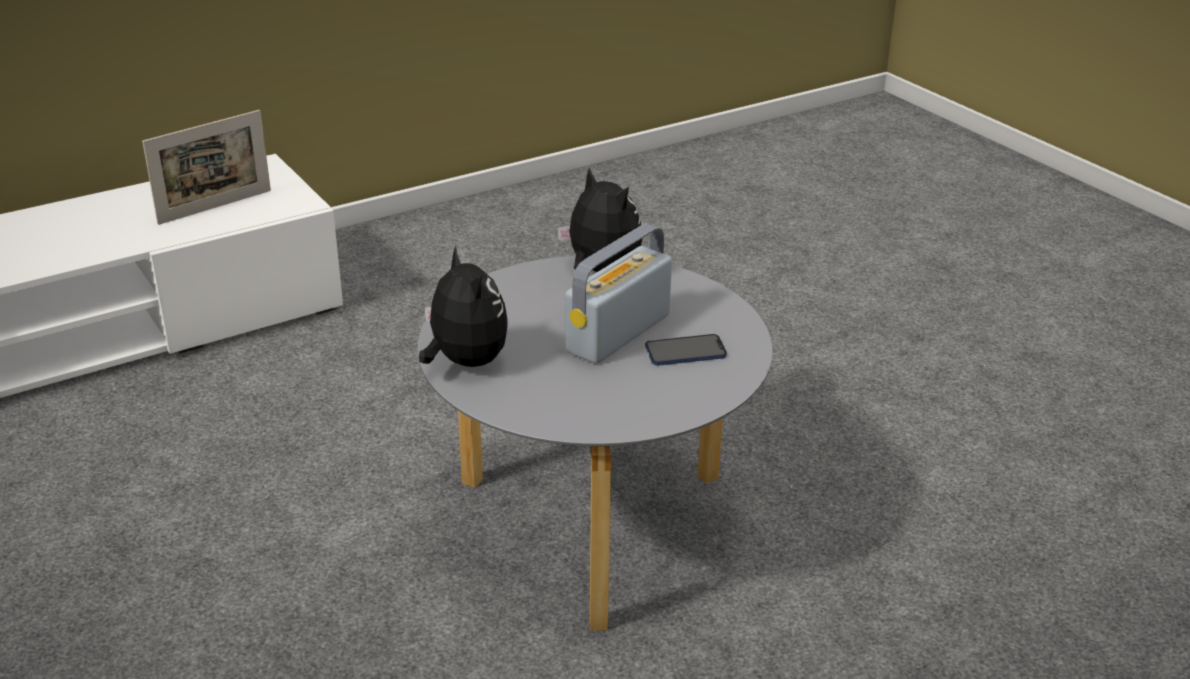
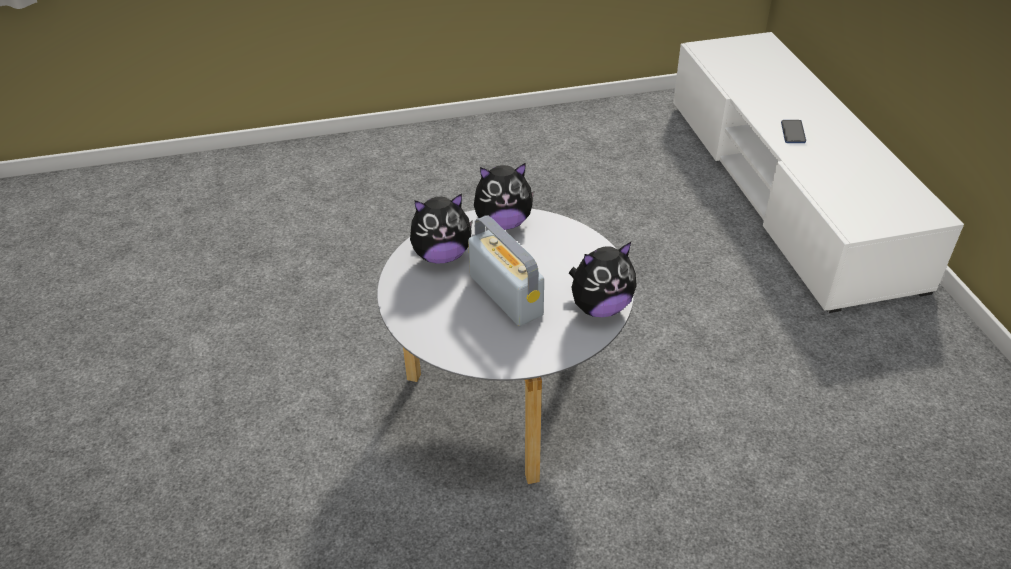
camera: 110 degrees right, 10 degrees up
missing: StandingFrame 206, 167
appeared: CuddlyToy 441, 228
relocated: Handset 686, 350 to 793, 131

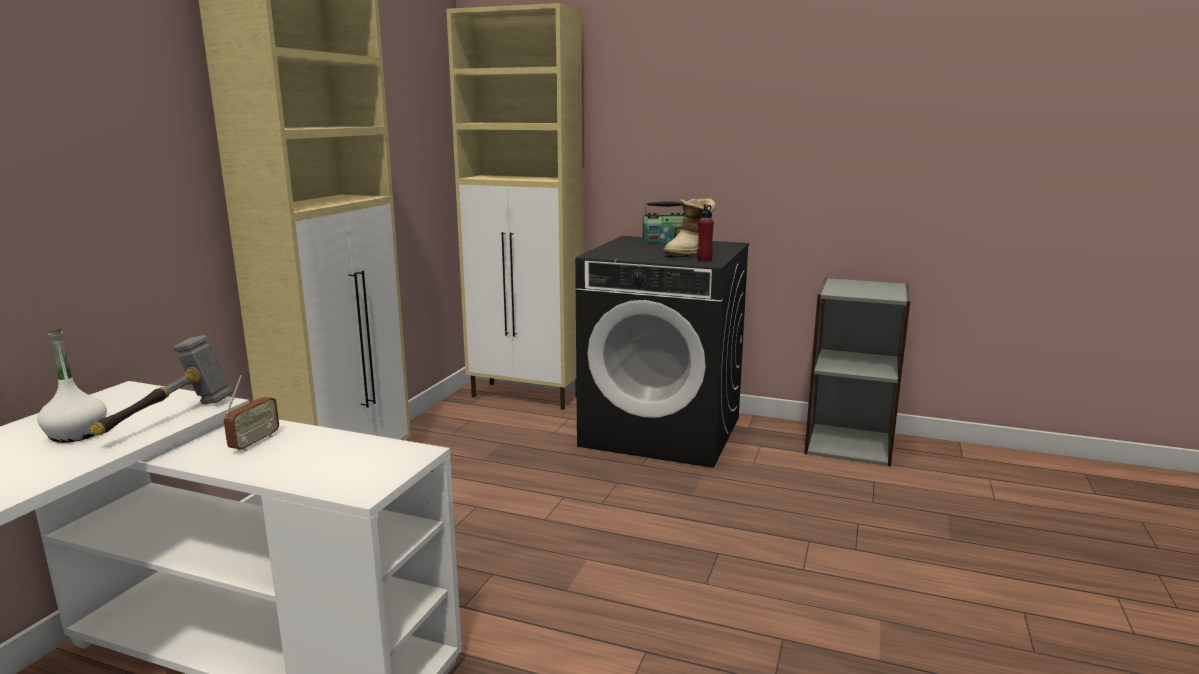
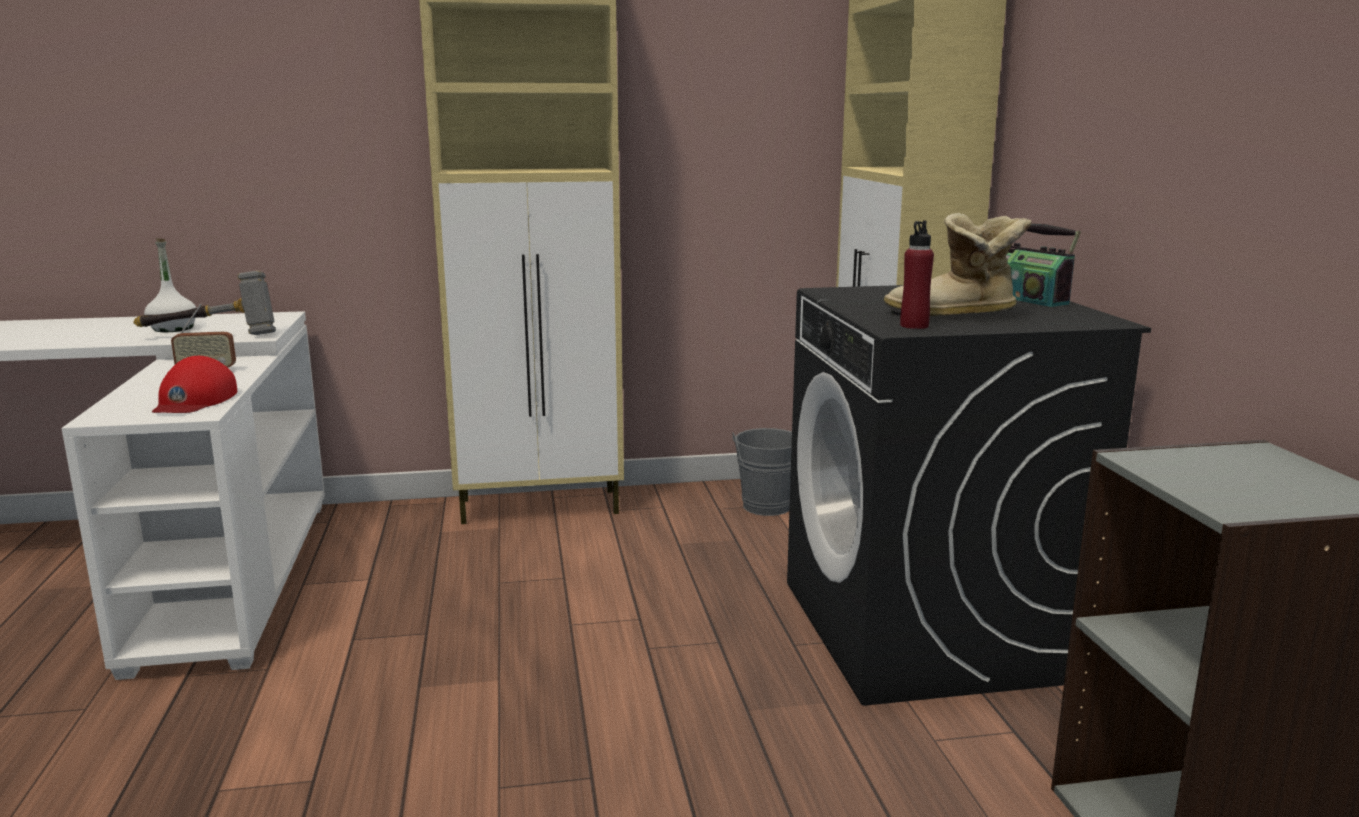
camera: 60 degrees right, 0 degrees up
appeared: ReddishCap 194, 384; GrayBucket 762, 472

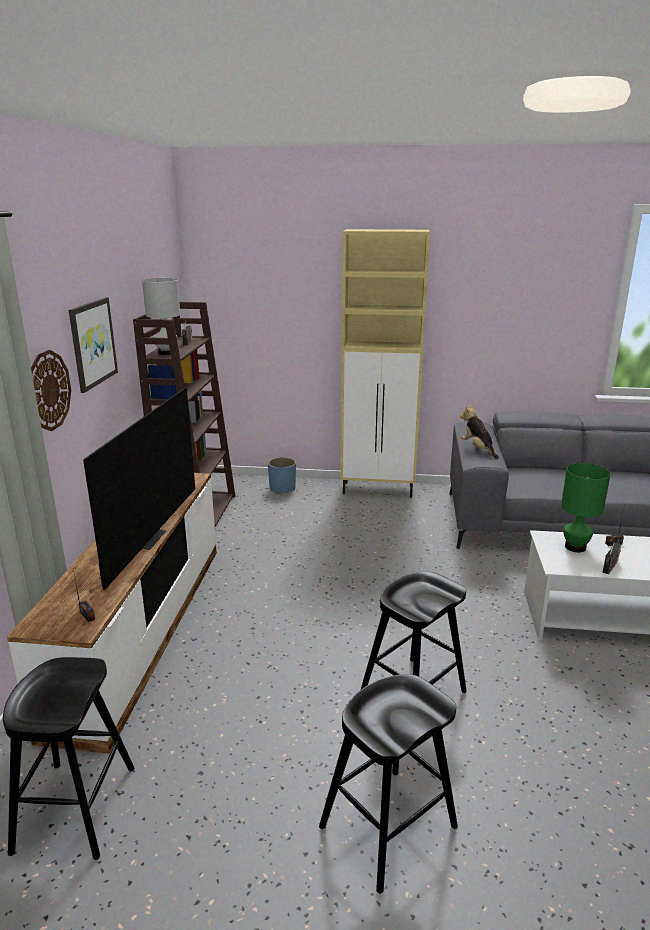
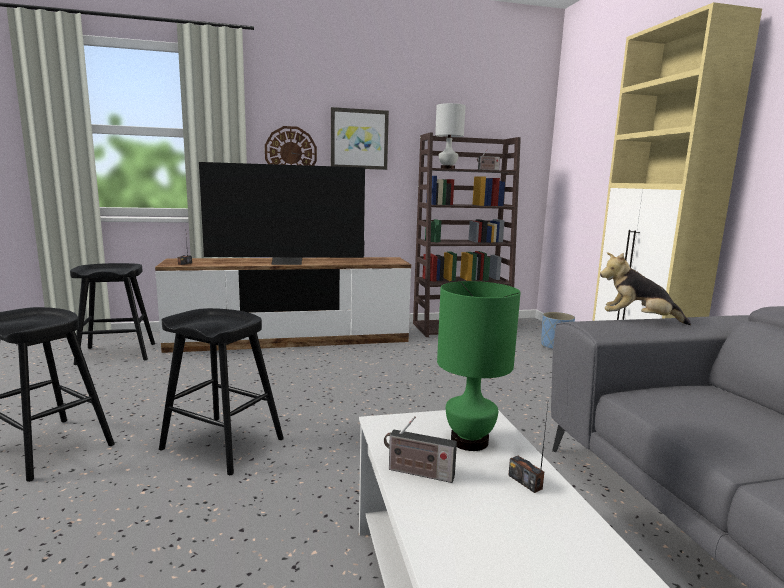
camera: 70 degrees right, 10 degrees down
spun: CuddlyToy 479, 431 = 645, 288 120 degrees counterclockwise

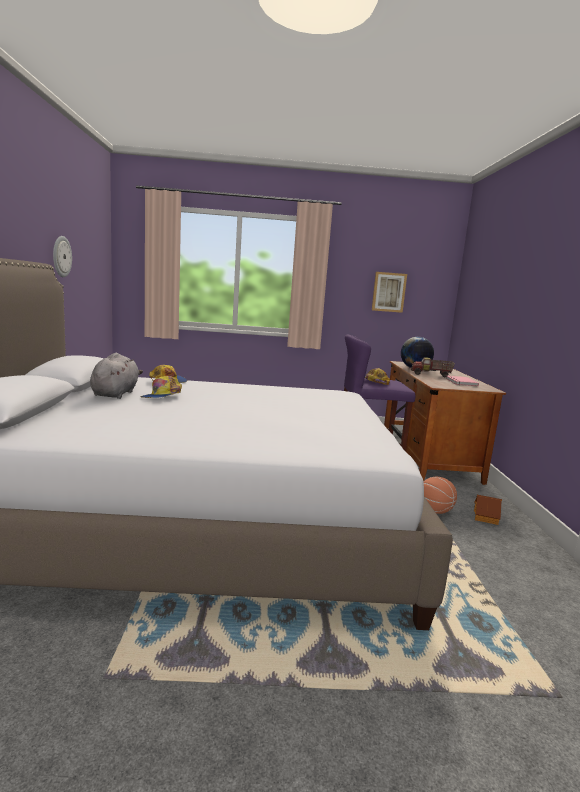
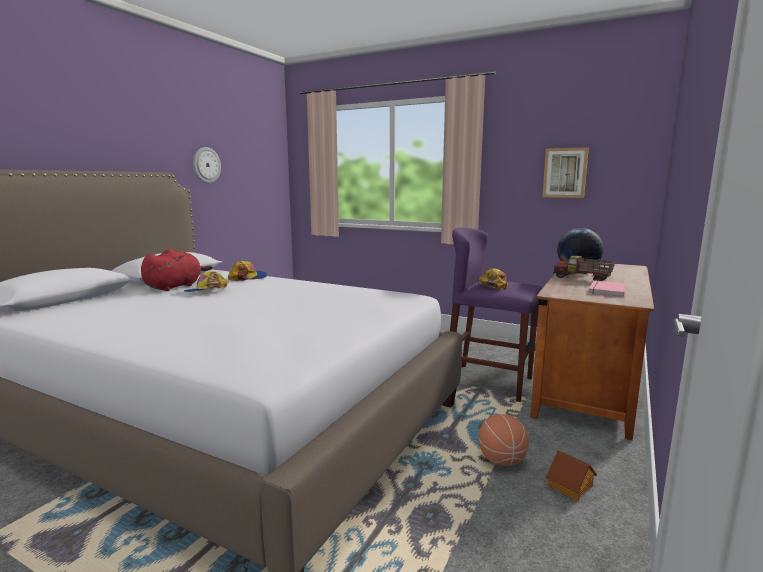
camera: 30 degrees right, 0 degrees up
colour: GrayCuddlyToy 116, 376 to ReddishCuddlyToy 177, 270

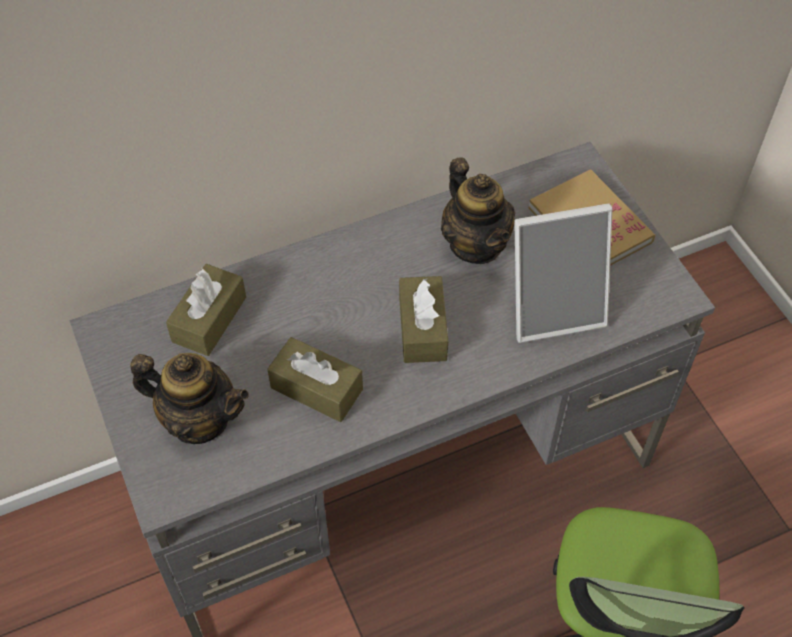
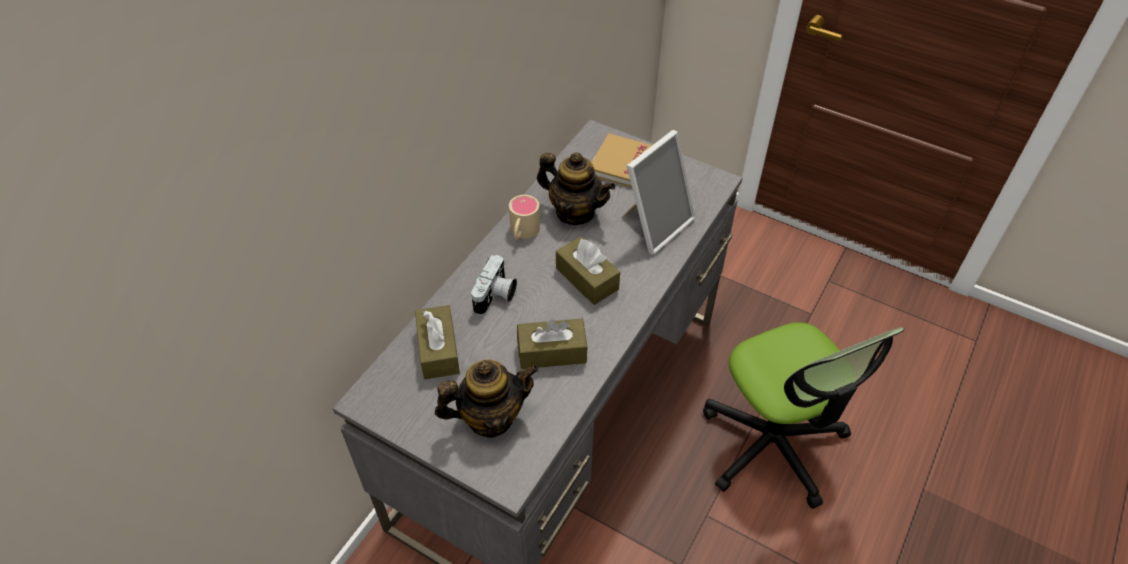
camera: 35 degrees left, 5 degrees down
appeared: StillCamera 494, 285; BeigeColouredCoffeeMug 524, 217

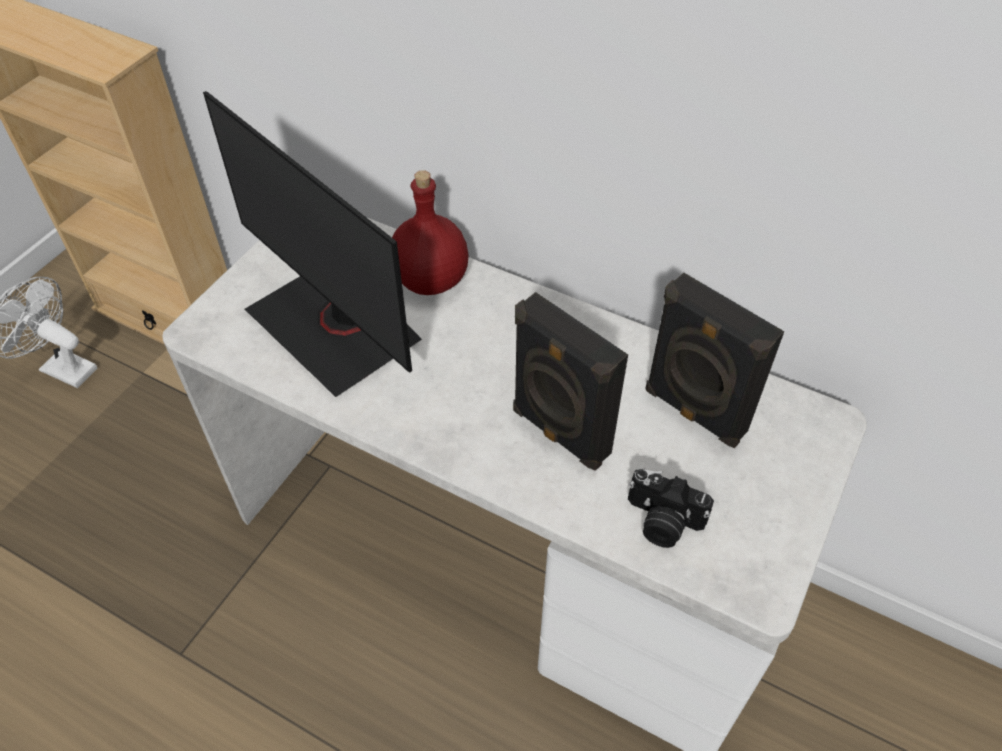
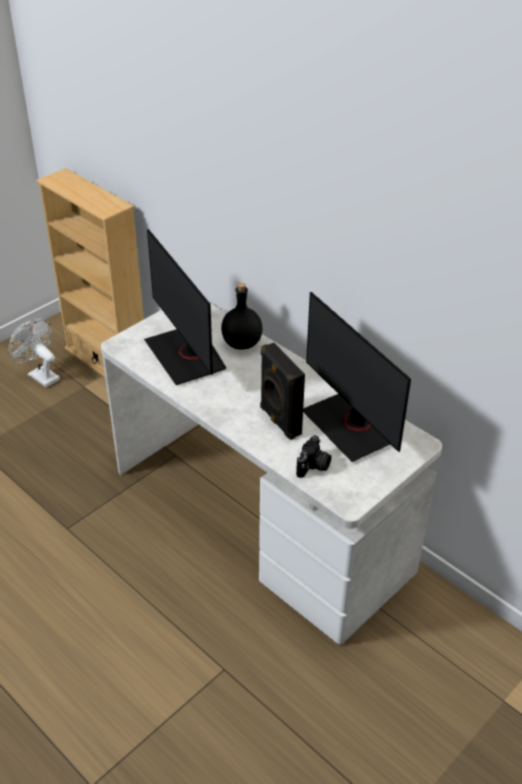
camera: 15 degrees right, 10 degrees down
exchanged: BlackishAudioSpeaker 714, 360 to ComputerDisplay 357, 377
colour: ReddishDrinkBottle 430, 232 to BlackishDrinkBottle 242, 316
spun: StillCamera 671, 508 = 313, 456 105 degrees counterclockwise

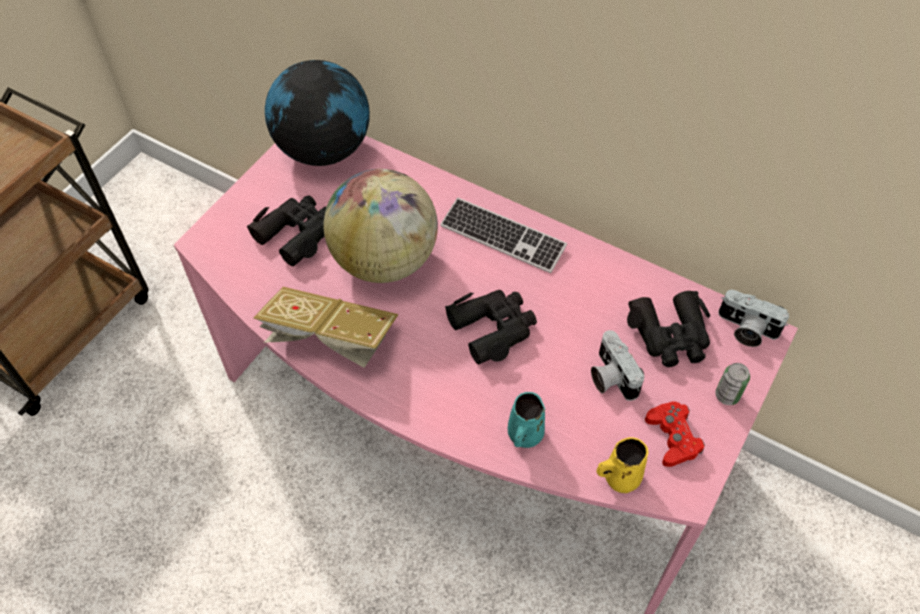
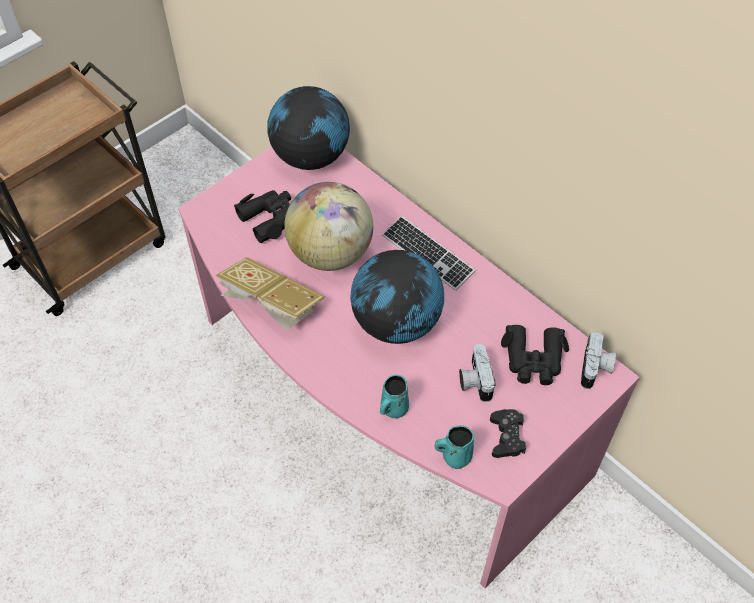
camera: 15 degrees right, 0 degrees up
missing: Can 732, 384
exchanged: BlackishBinoculars 491, 327 to WorldGlobe 397, 297
colour: YellowColouredCoffeeMug 622, 465 to TurquoiseColouredCoffeeMug 454, 447; ReddishGameController 675, 434 to BlackishGameController 508, 433
spun: StillCamera 753, 318 = 598, 360 120 degrees counterclockwise

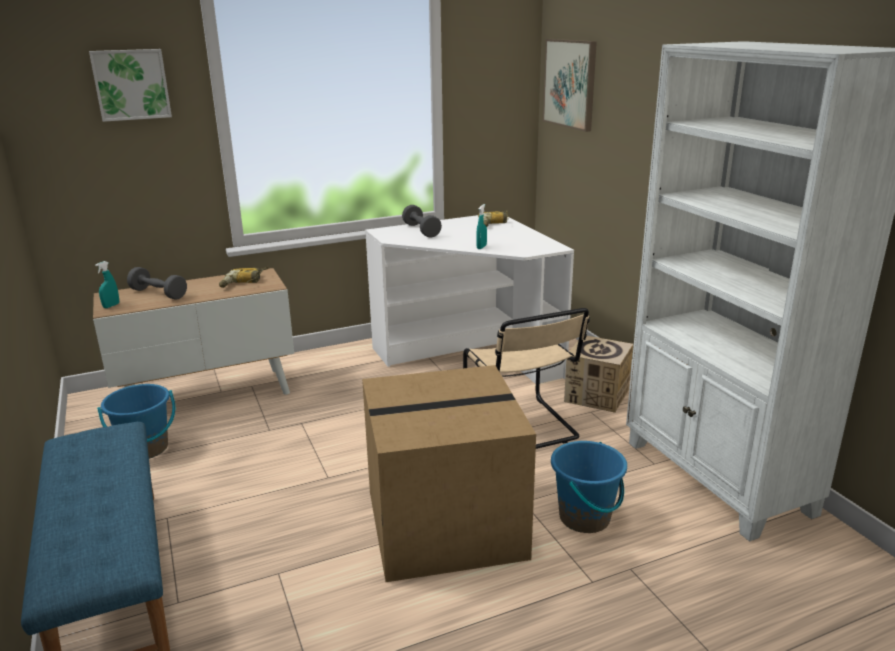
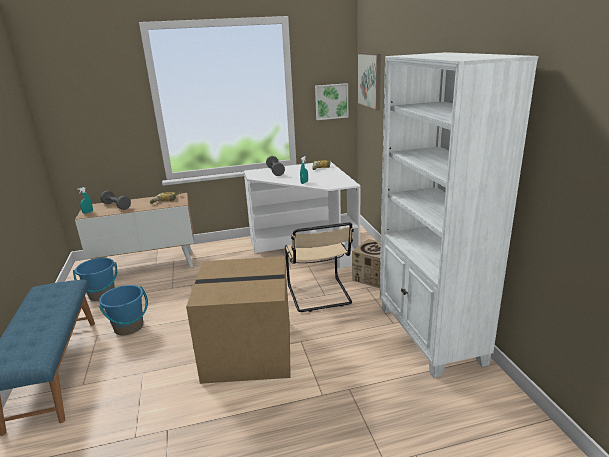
camera: 10 degrees right, 0 degrees up
relocated: BlueColouredBucket 589, 487 to 123, 310; WallArt 130, 85 to 331, 101

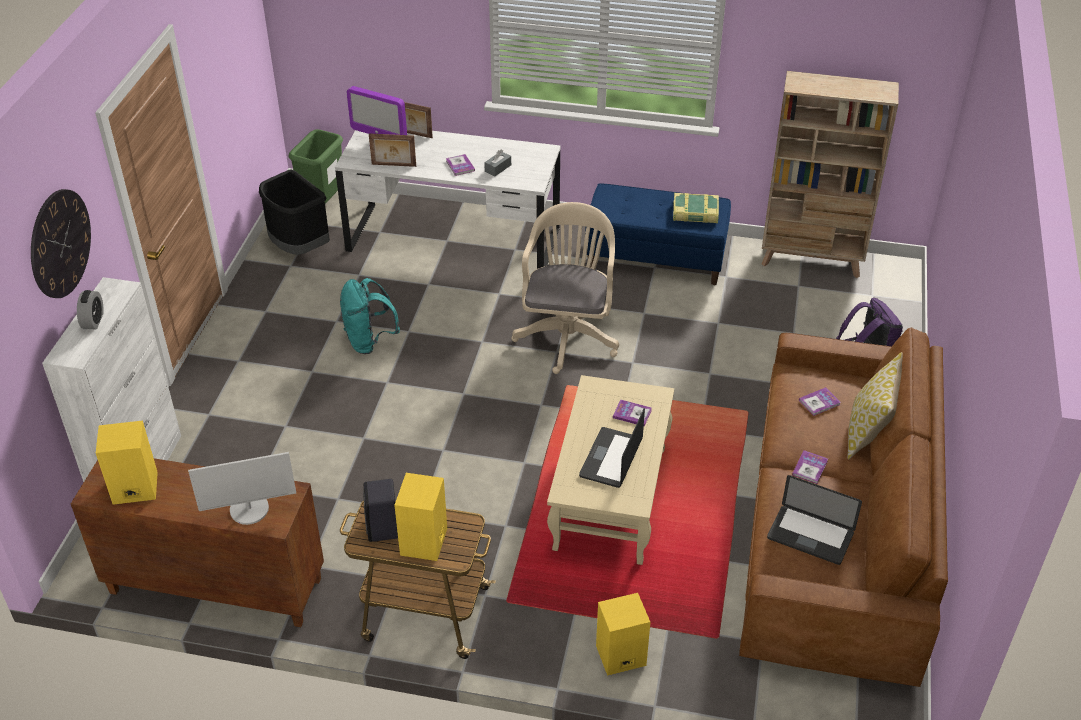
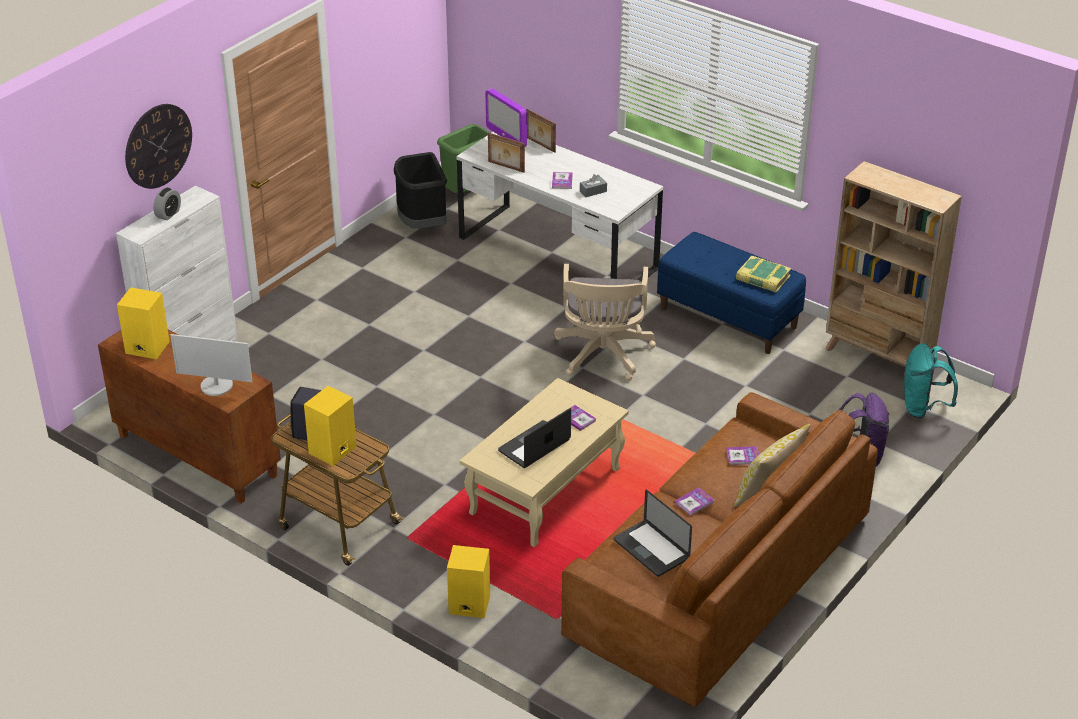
camera: 25 degrees right, 5 degrees down
relocated: TurquoiseColouredKnapsack 370, 316 to 930, 380
spun: BeigeColouredDeskChair 565, 288 = 605, 322 150 degrees clockwise

